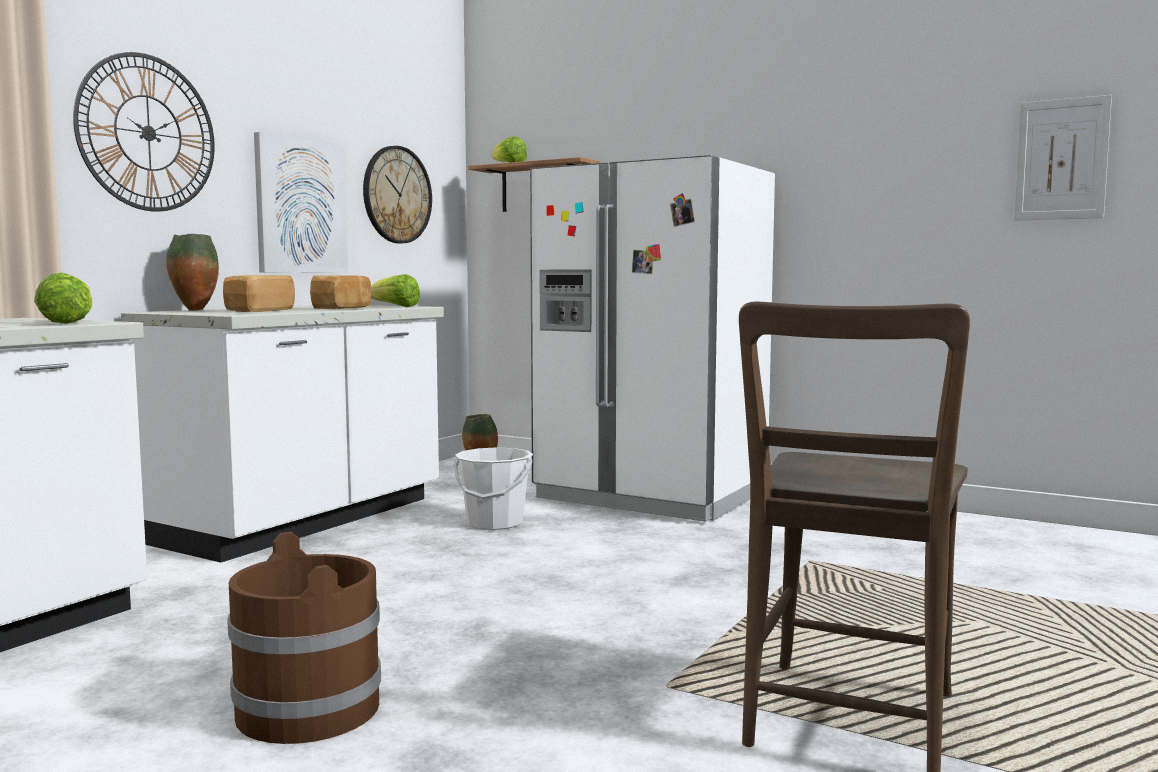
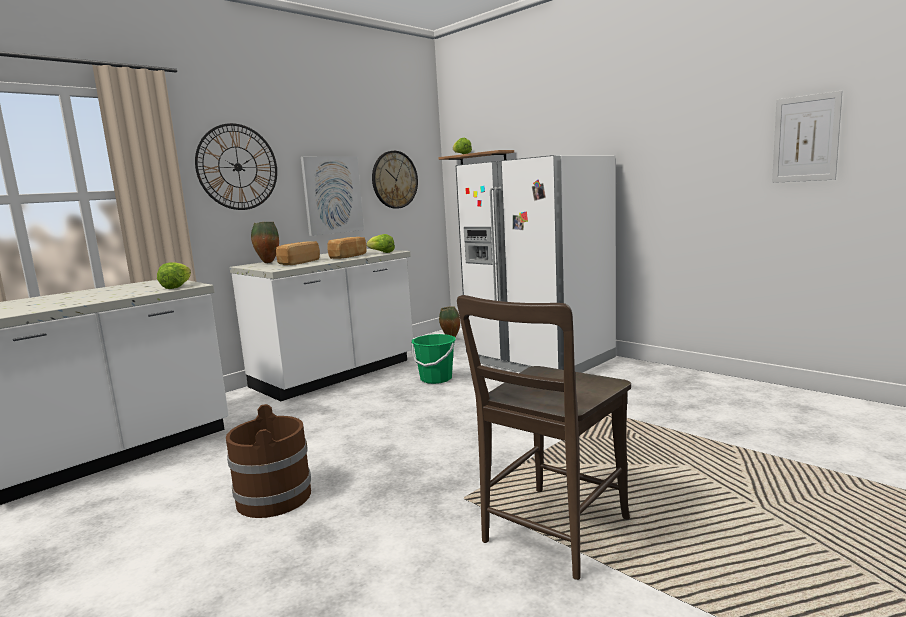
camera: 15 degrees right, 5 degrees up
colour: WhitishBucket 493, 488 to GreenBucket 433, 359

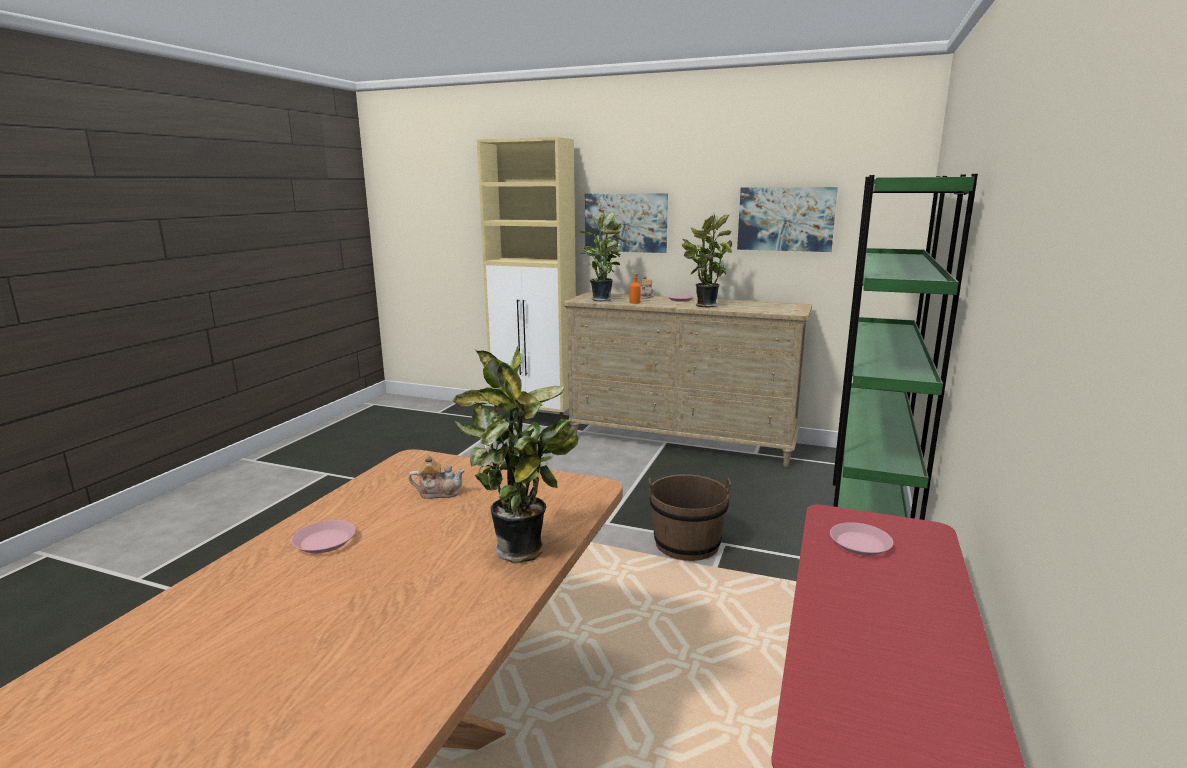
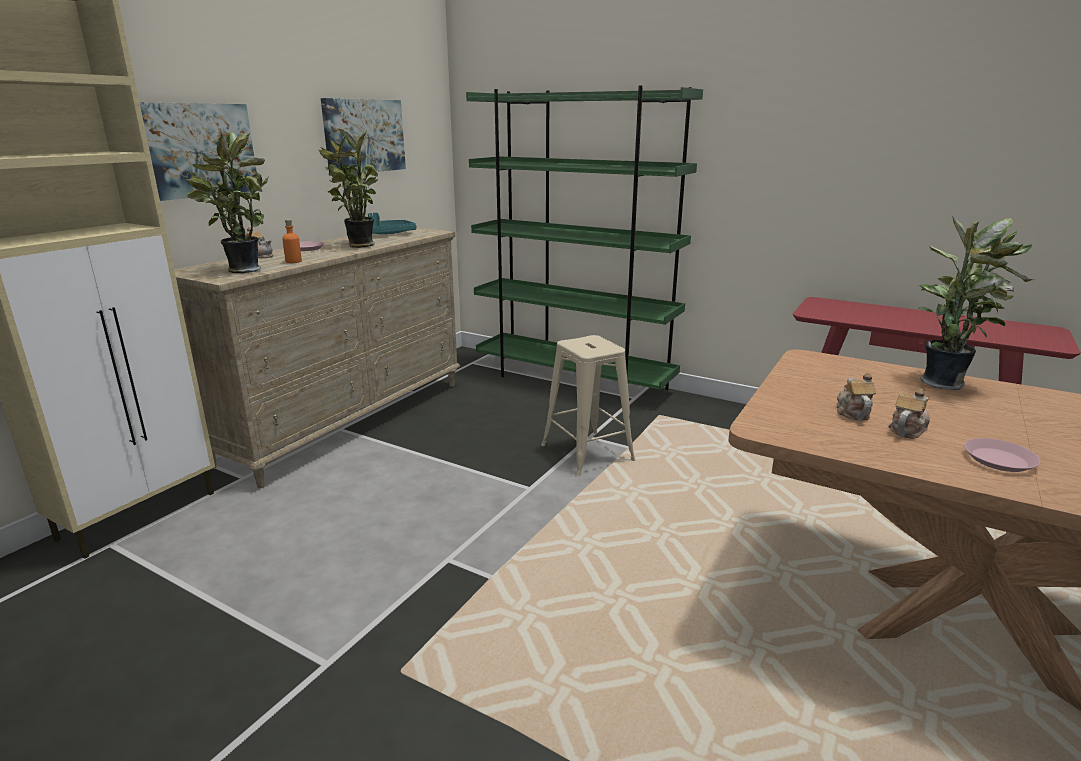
camera: 80 degrees left, 5 degrees up
missing: PinkColouredPlate 862, 539
appeared: TurquoiseColouredTray 392, 224; PotForTea 909, 414
exchanged: BrownBucket 690, 517 to BeigeColouredSittingStool 588, 406

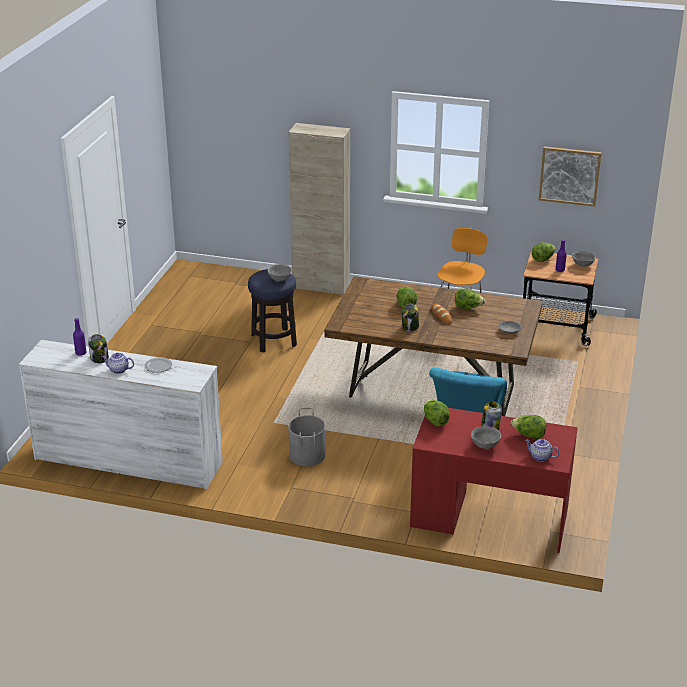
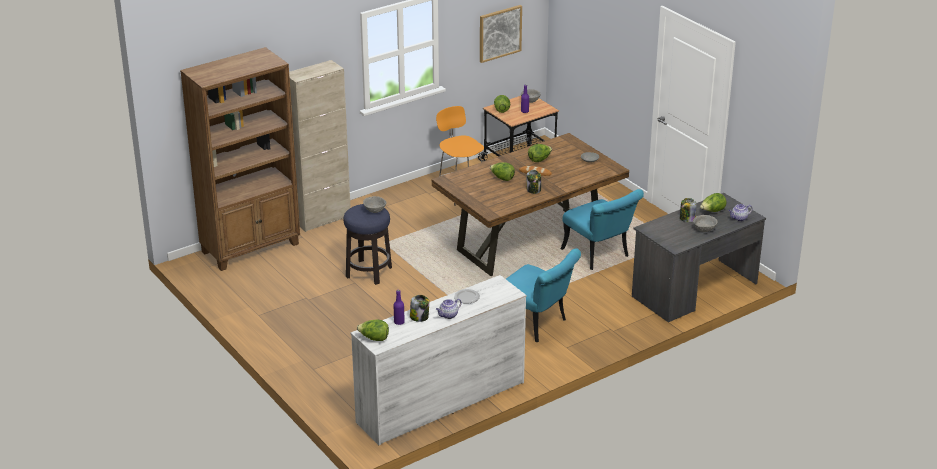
camera: 50 degrees left, 0 degrees up
appeared: BrownBookcase 240, 159
relocated: LettuceHead 437, 413 to 373, 330
exchanged: GrayBucket 306, 437 to TurquoiseColouredUprightChair 543, 295
colour: ReddishDeskUnit 494, 480 to GrayDeskUnit 699, 257

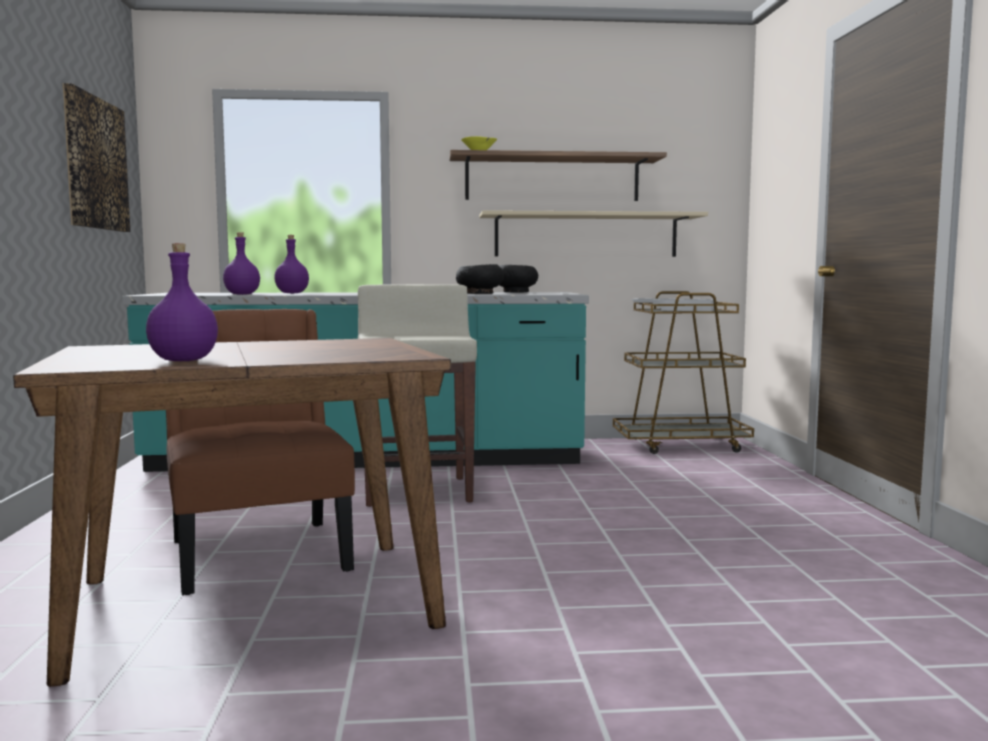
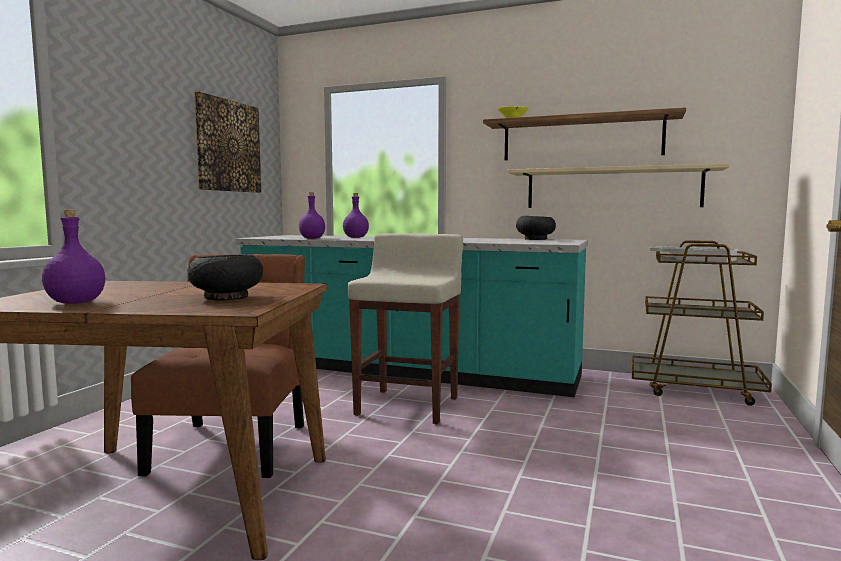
camera: 25 degrees right, 0 degrees up
relocated: BlackishServingBowl 480, 279 to 225, 277

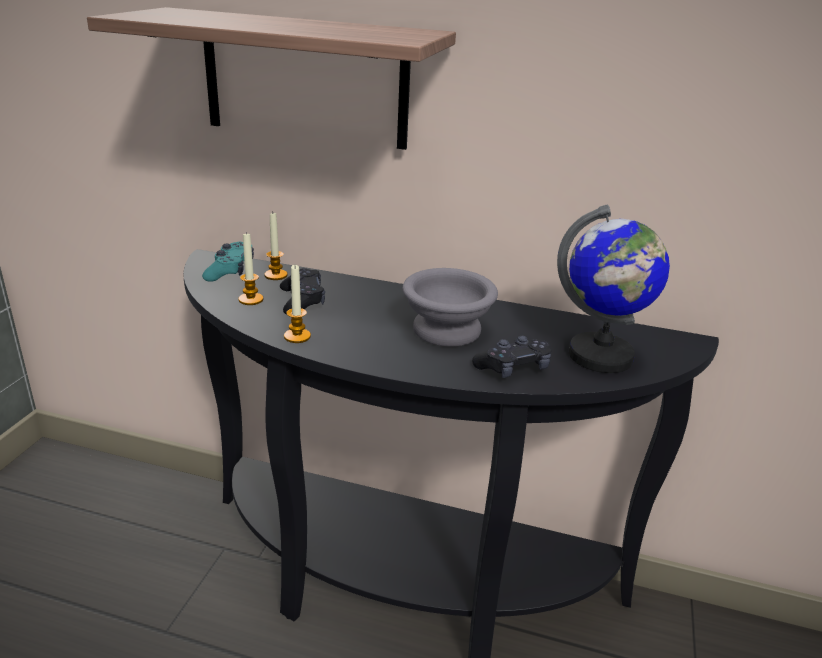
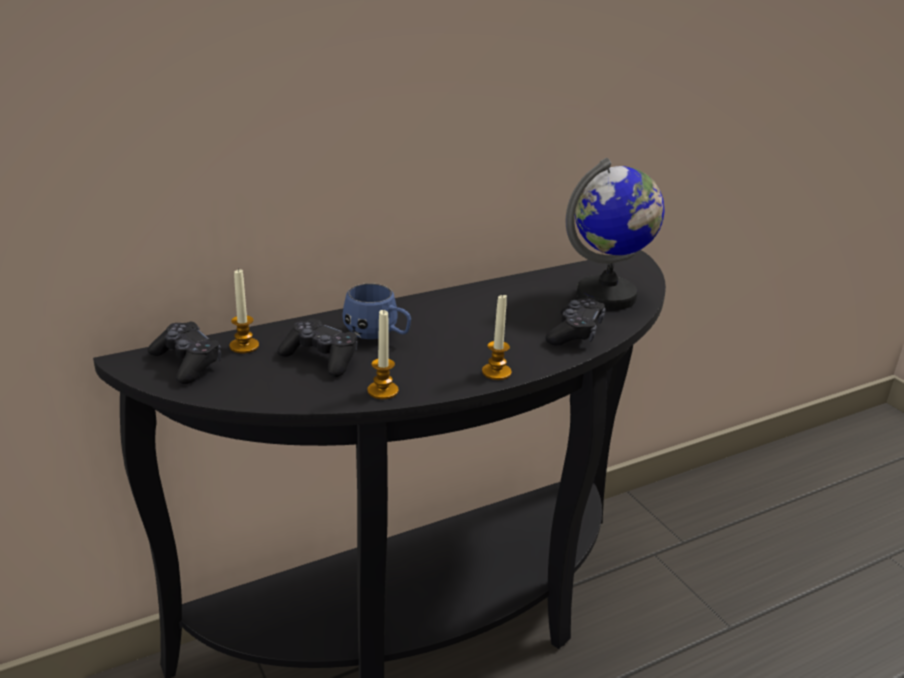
camera: 45 degrees left, 0 degrees up
missing: BracketShelf 271, 78; GrayServingBowl 450, 307
appeared: BlueColouredCoffeeMug 377, 311
relocated: WaxLight 251, 268 to 497, 336
colour: TurquoiseColouredGameController 228, 262 to BlackishGameController 184, 353

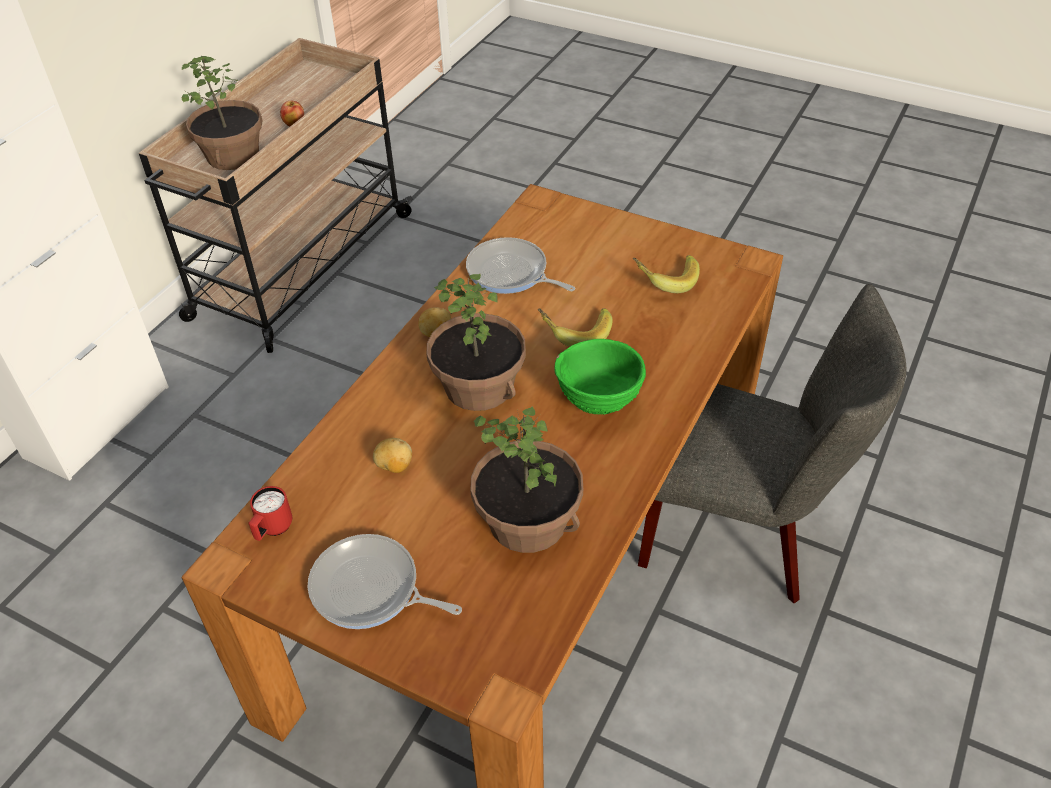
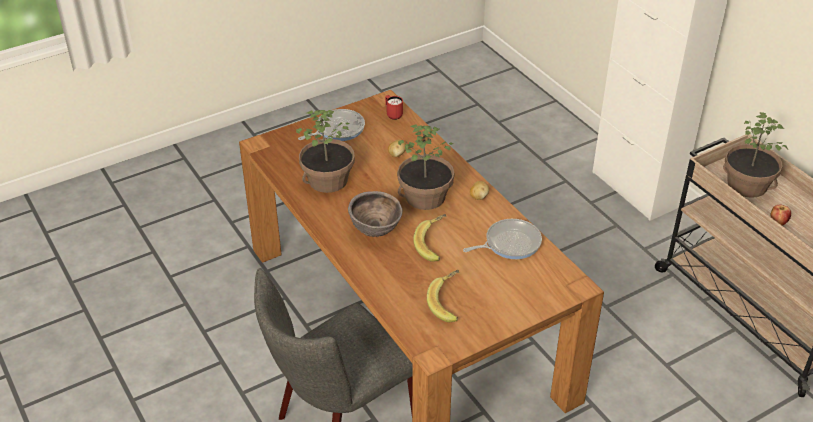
camera: 120 degrees right, 5 degrees down
colour: GreenServingBowl 600, 376 to BrownServingBowl 375, 214

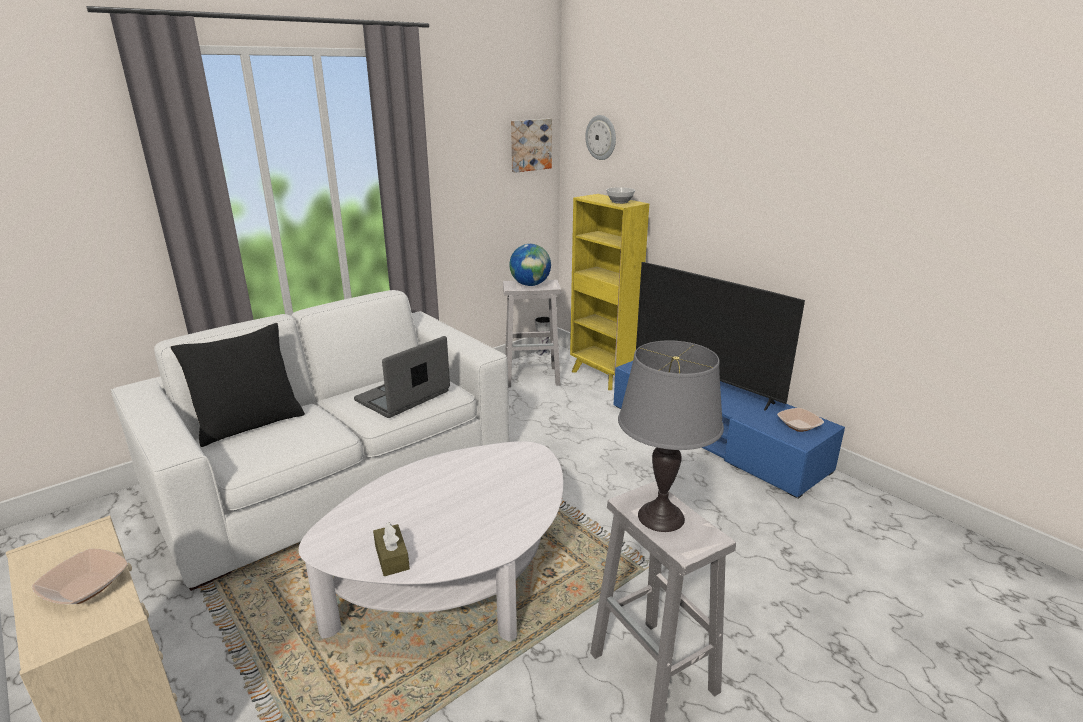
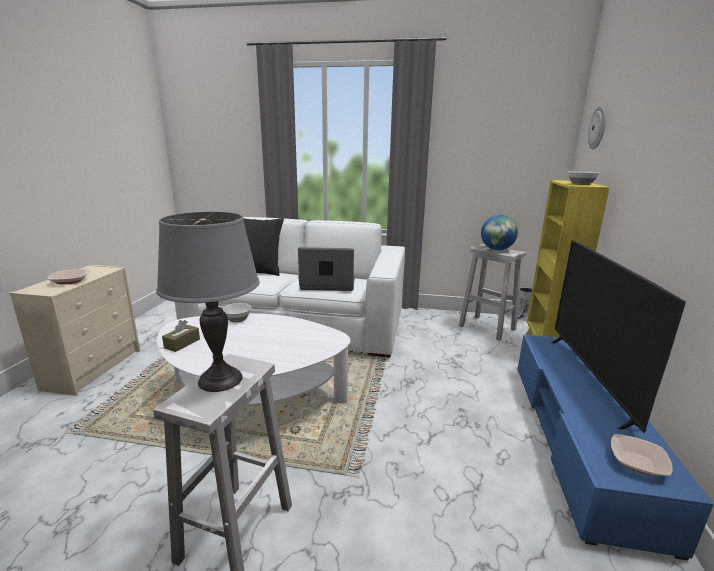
camera: 50 degrees right, 5 degrees down
missing: WallArt 531, 146
appeared: ServingBowl 236, 313

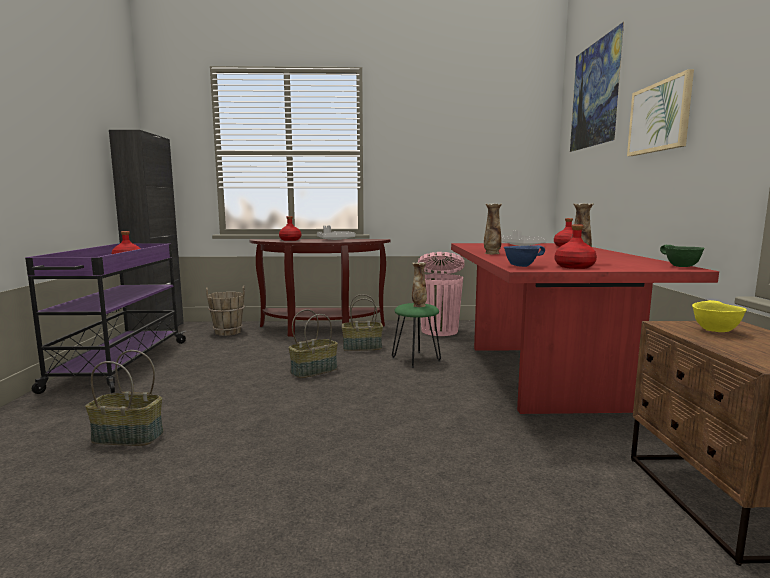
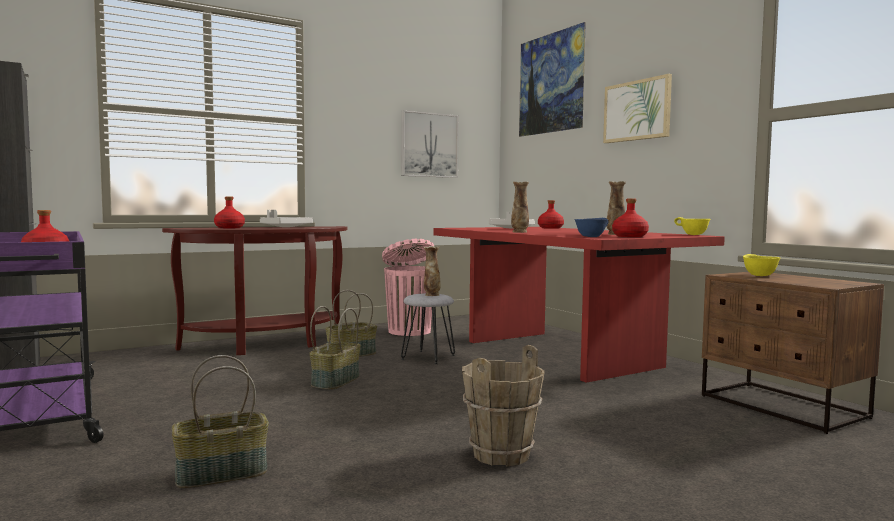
camera: 30 degrees left, 5 degrees down
appeared: WallArt 430, 144
relocated: BrownBucket 225, 311 to 503, 405
colour: GreenSittingStool 416, 335 to GraySittingStool 428, 328; GreenServingBowl 682, 256 to YellowColouredServingBowl 692, 226

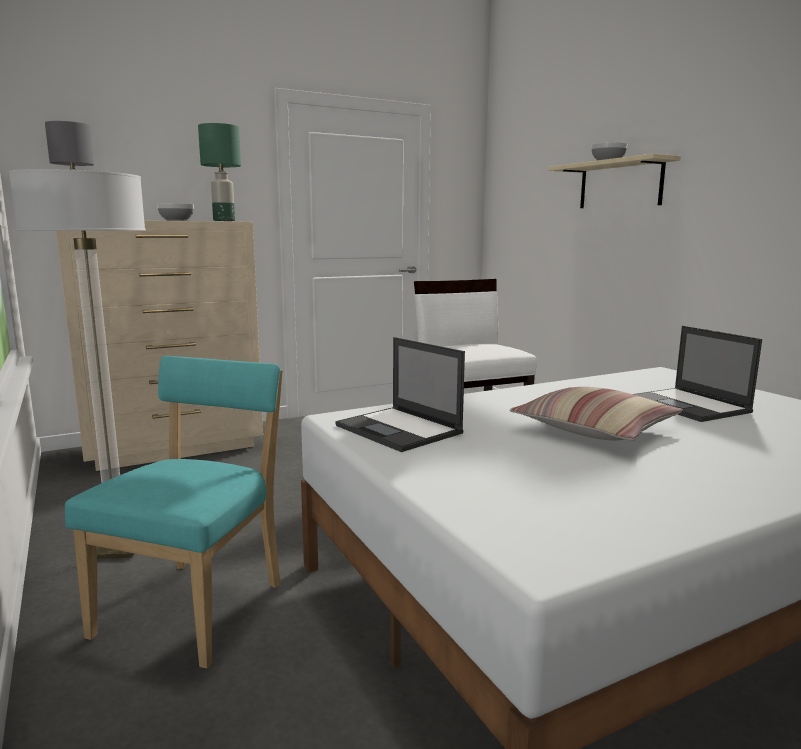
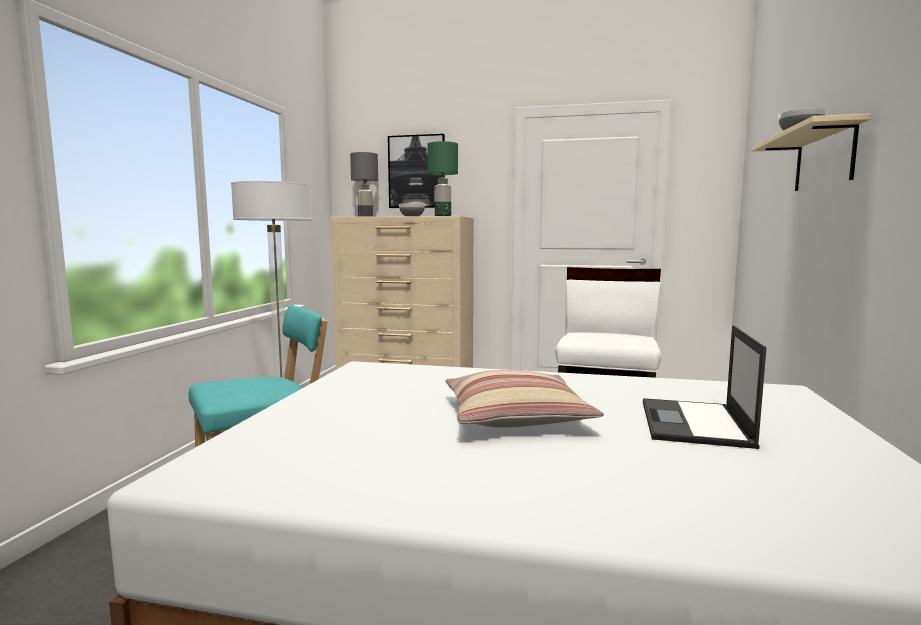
camera: 40 degrees right, 5 degrees down
missing: NotebookComputer 400, 394
appeared: WallArt 416, 171

